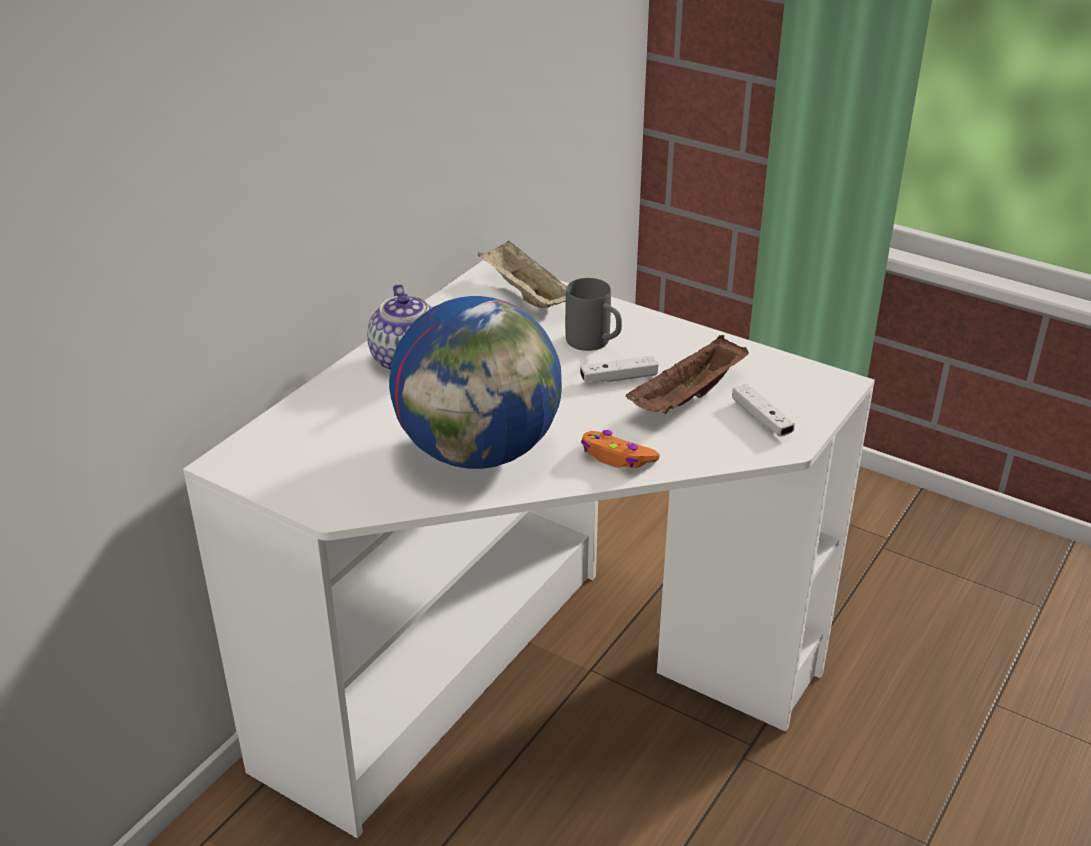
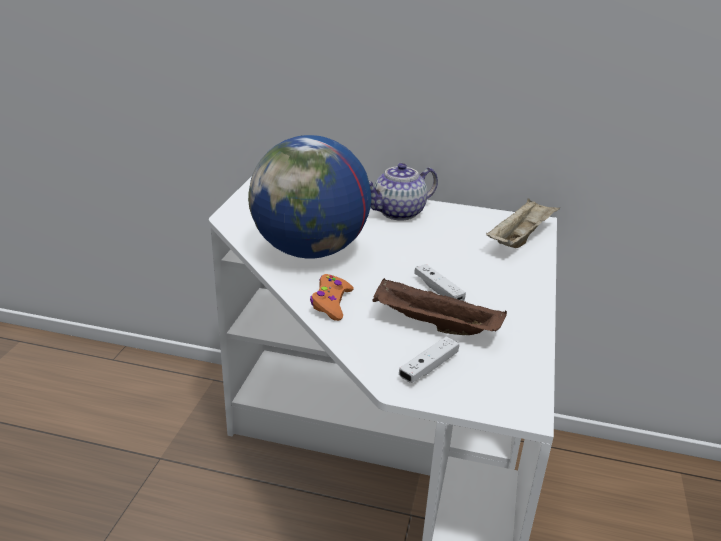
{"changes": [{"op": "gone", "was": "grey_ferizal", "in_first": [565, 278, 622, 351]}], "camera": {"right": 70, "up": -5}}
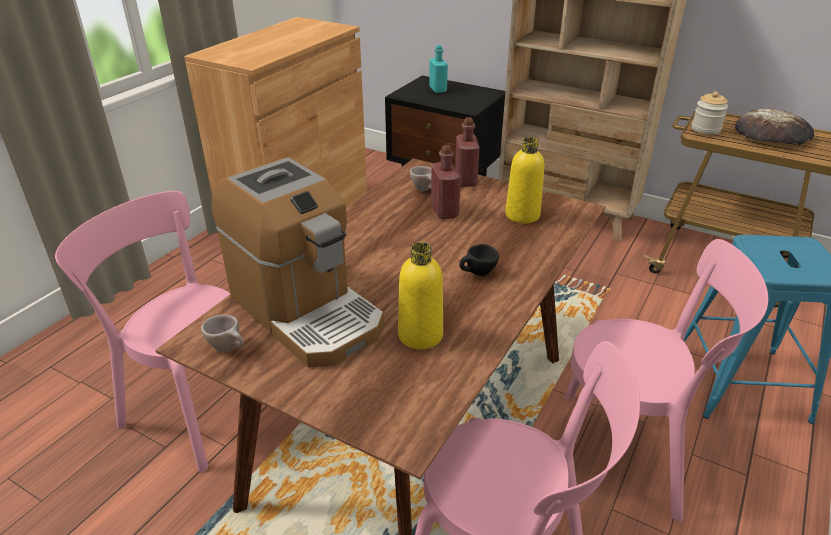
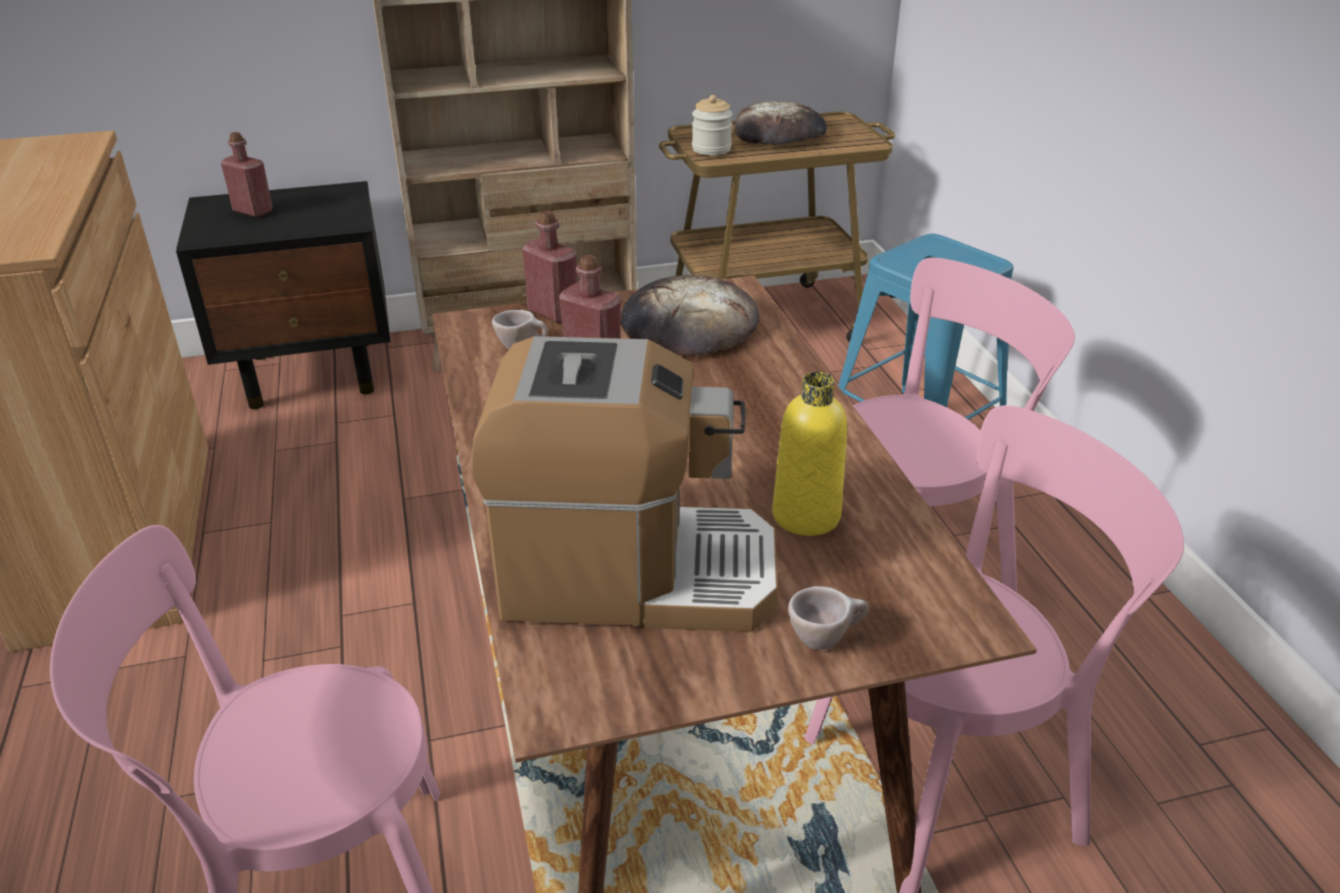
{"changes": [{"op": "shifted", "was": "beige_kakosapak", "in_first": [201, 315, 244, 352], "in_second": [788, 586, 869, 650]}, {"op": "repainted", "was": "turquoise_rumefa", "now": "red_rumefa", "in_first": [429, 45, 448, 93], "in_second": [221, 132, 273, 217]}, {"op": "gone", "was": "black_kakosapak", "in_first": [459, 244, 499, 276]}, {"op": "swapped", "was": "yellow_rumefa", "now": "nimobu", "in_first": [505, 137, 544, 223], "in_second": [621, 275, 759, 356]}], "camera": {"right": -45, "up": 0}}
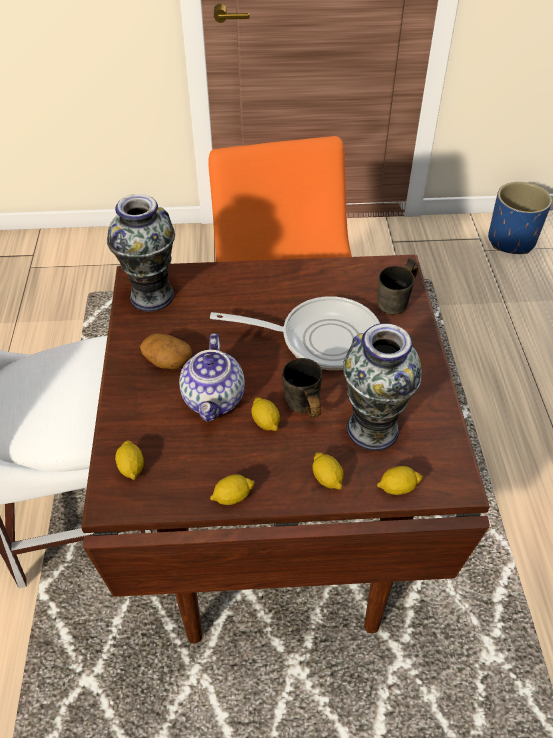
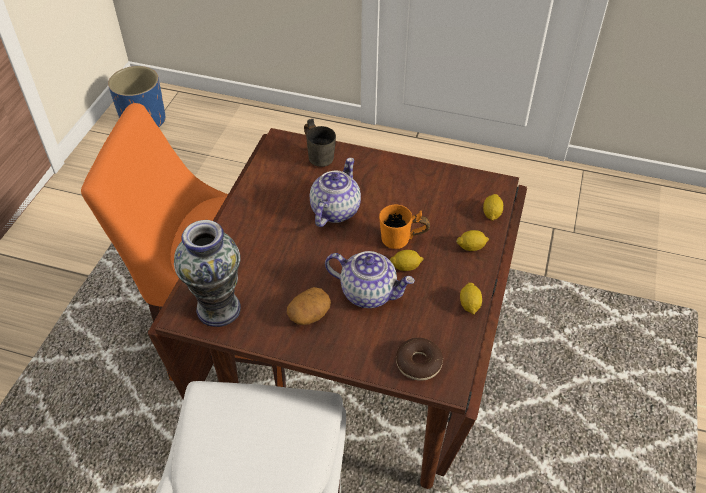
{"changes": [{"op": "swapped", "was": "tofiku", "now": "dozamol", "in_first": [115, 440, 144, 480], "in_second": [396, 338, 443, 381]}, {"op": "swapped", "was": "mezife", "now": "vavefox", "in_first": [210, 296, 380, 370], "in_second": [310, 158, 361, 227]}, {"op": "repainted", "was": "grey_ferizal", "now": "orange_ferizal", "in_first": [282, 358, 322, 418], "in_second": [379, 204, 430, 249]}, {"op": "gone", "was": "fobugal", "in_first": [343, 323, 422, 451]}], "camera": {"right": -70, "up": 0}}
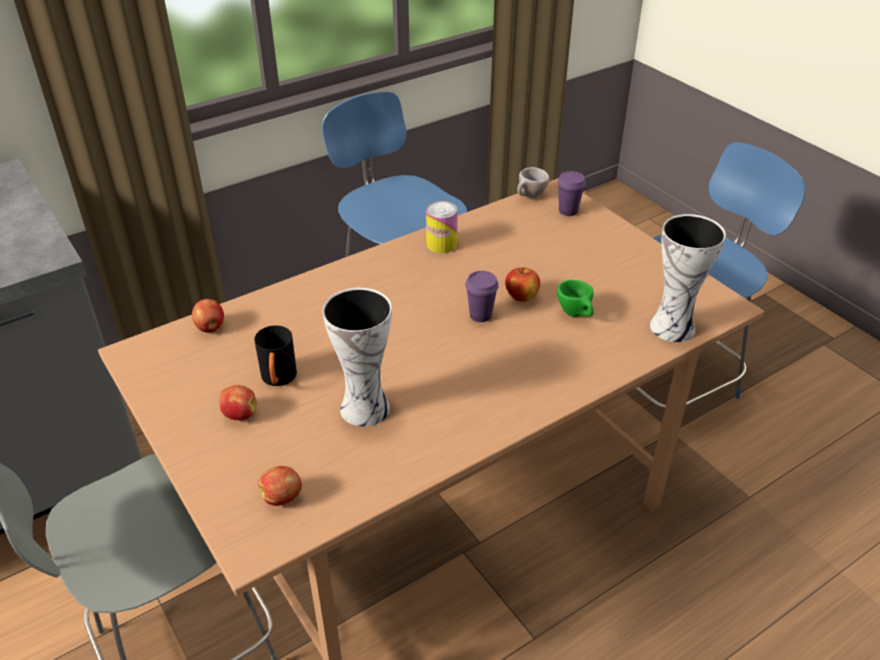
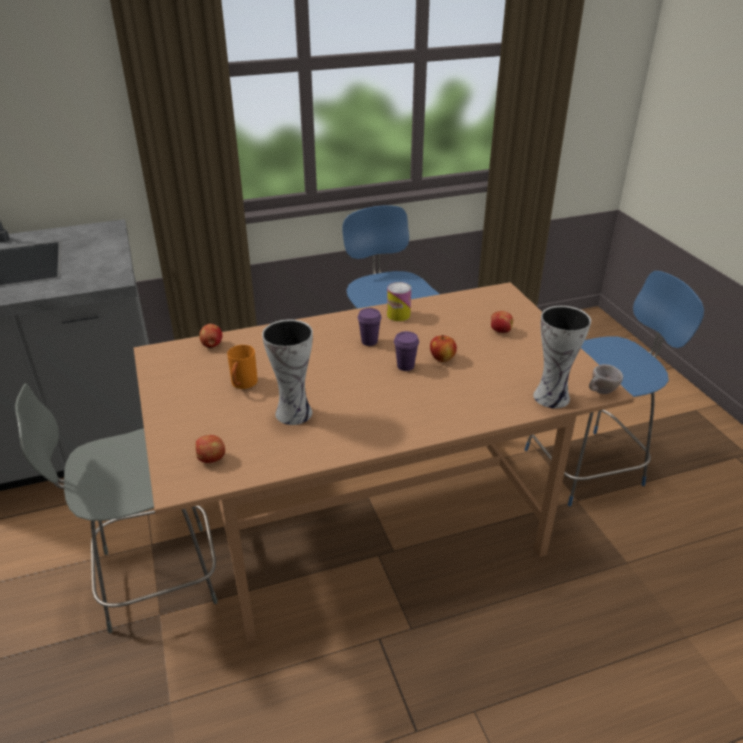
{"changes": [{"op": "shifted", "was": "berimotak", "in_first": [219, 385, 256, 420], "in_second": [491, 311, 513, 333]}, {"op": "repainted", "was": "black_ferizal", "now": "orange_ferizal", "in_first": [254, 325, 297, 386], "in_second": [227, 345, 258, 389]}, {"op": "shifted", "was": "beige_kakosapak", "in_first": [517, 167, 549, 198], "in_second": [589, 364, 623, 394]}, {"op": "shifted", "was": "purple_kakosapak", "in_first": [557, 171, 586, 216], "in_second": [358, 308, 382, 346]}, {"op": "gone", "was": "green_kakosapak", "in_first": [557, 280, 594, 317]}], "camera": {"right": 15, "up": -5}}
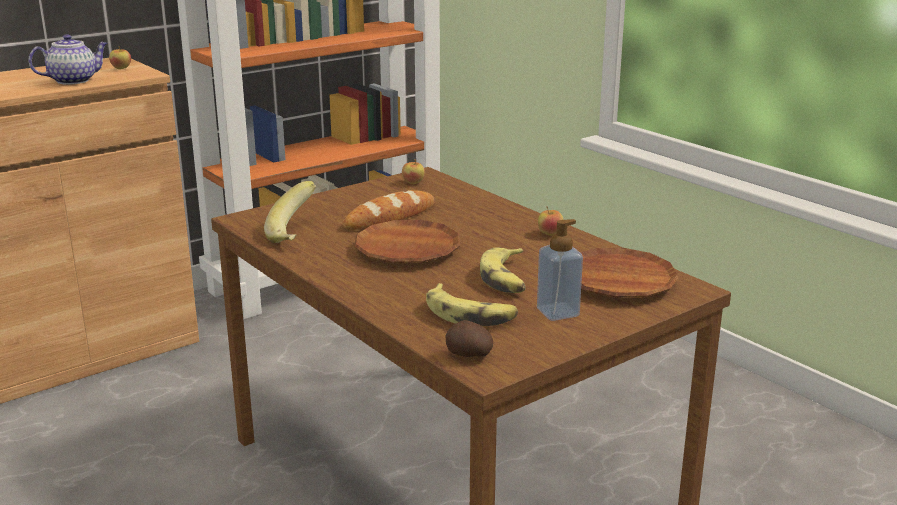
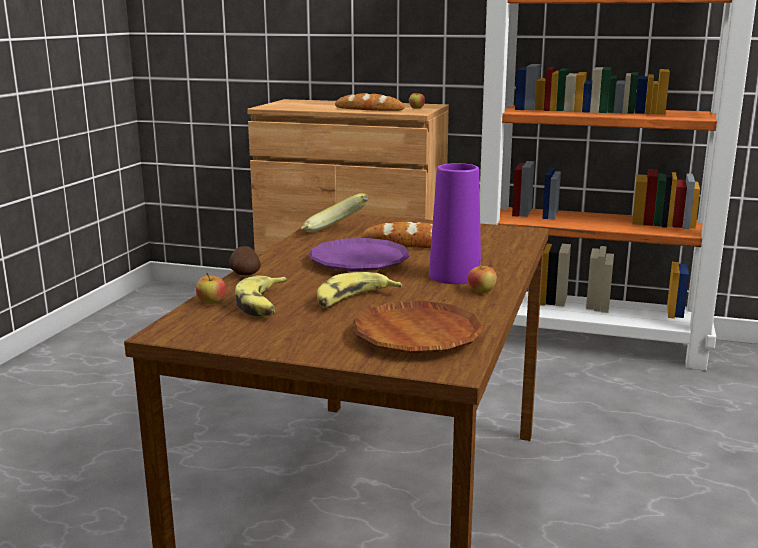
{"changes": [{"op": "swapped", "was": "vavefox", "now": "nimobu", "in_first": [29, 34, 108, 85], "in_second": [335, 93, 405, 111]}, {"op": "repainted", "was": "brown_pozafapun", "now": "purple_pozafapun", "in_first": [354, 220, 460, 264], "in_second": [310, 238, 410, 271]}, {"op": "shifted", "was": "berimotak", "in_first": [402, 159, 425, 184], "in_second": [196, 273, 226, 304]}, {"op": "shifted", "was": "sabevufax", "in_first": [445, 320, 493, 357], "in_second": [229, 246, 261, 275]}, {"op": "gone", "was": "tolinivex", "in_first": [537, 219, 583, 321]}, {"op": "new", "now": "purple_fobugal", "in_second": [429, 163, 481, 284]}], "camera": {"right": 55, "up": -5}}
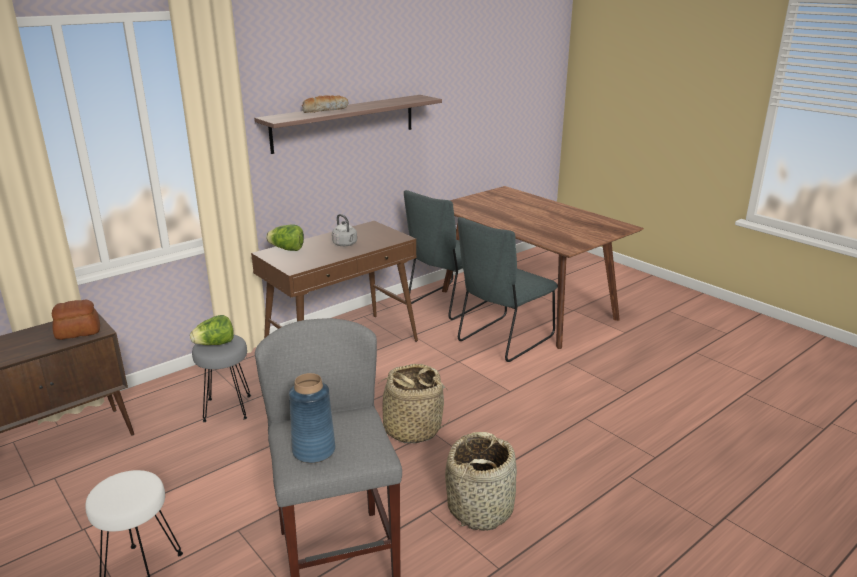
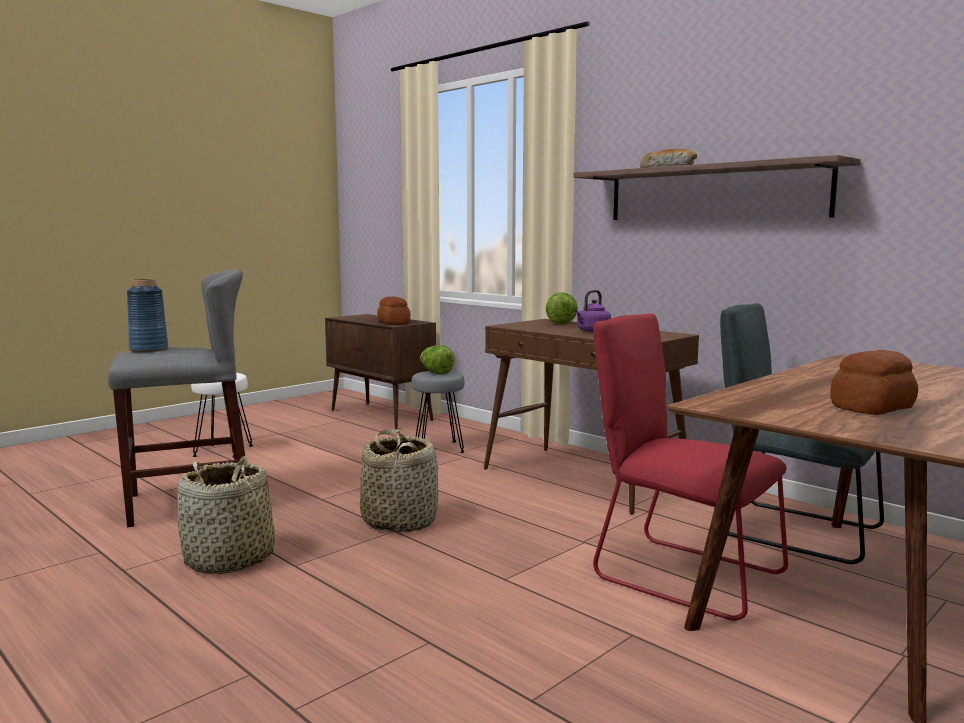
{"changes": [{"op": "repainted", "was": "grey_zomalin", "now": "purple_zomalin", "in_first": [332, 214, 357, 246], "in_second": [575, 290, 611, 332]}, {"op": "repainted", "was": "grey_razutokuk", "now": "red_razutokuk", "in_first": [458, 217, 558, 362], "in_second": [593, 313, 788, 621]}, {"op": "new", "now": "nimobu", "in_second": [830, 350, 918, 415]}], "camera": {"right": 85, "up": -15}}
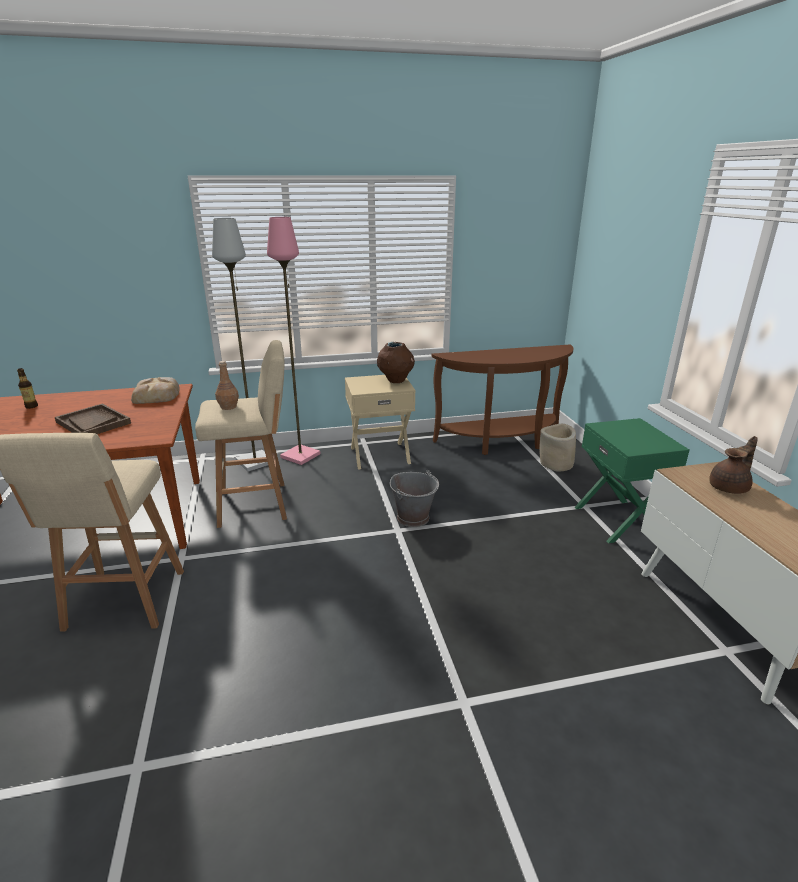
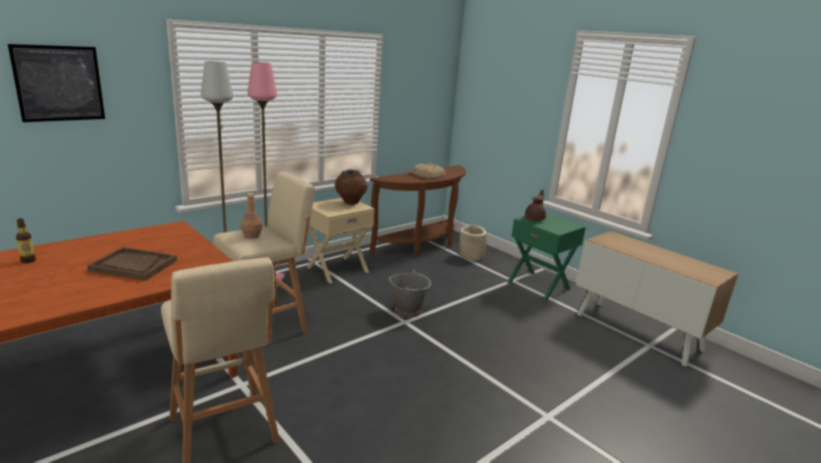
{"changes": [{"op": "shifted", "was": "nimobu", "in_first": [131, 377, 179, 404], "in_second": [411, 163, 446, 179]}, {"op": "shifted", "was": "brown_vavefox", "in_first": [709, 436, 758, 494], "in_second": [525, 189, 546, 221]}, {"op": "new", "now": "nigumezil", "in_second": [8, 44, 105, 122]}], "camera": {"right": -30, "up": -5}}
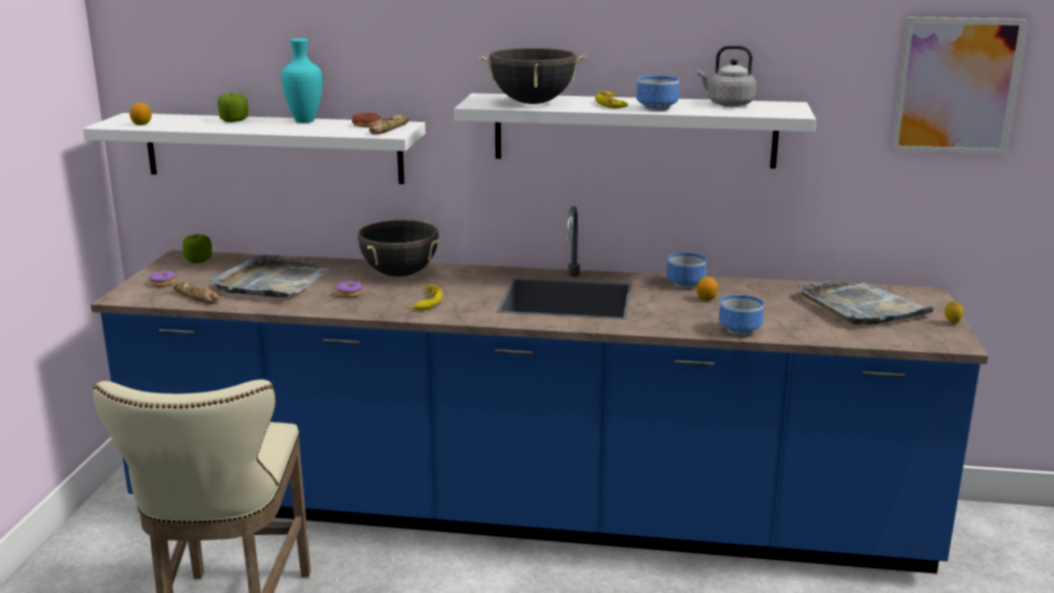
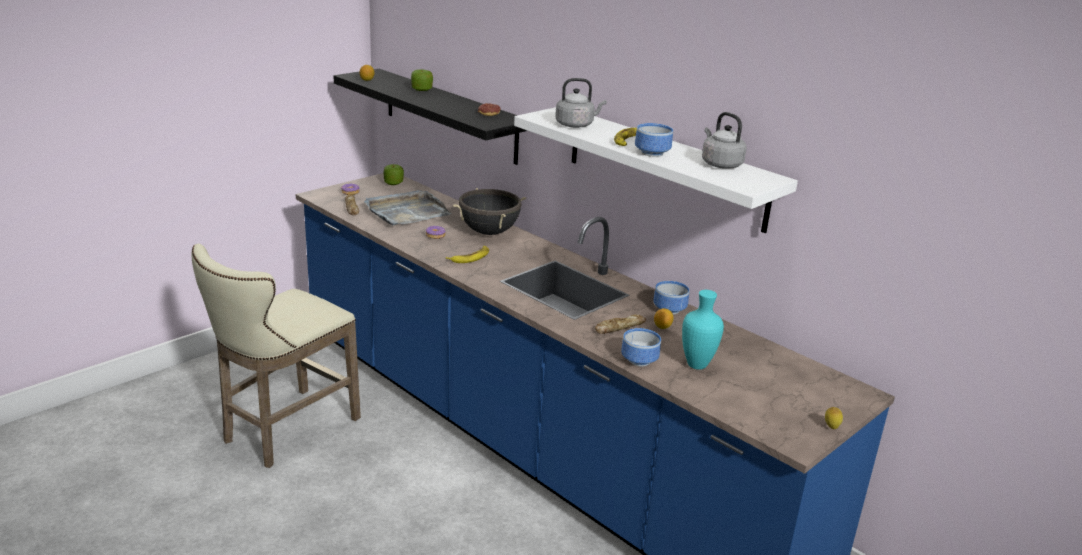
{"changes": [{"op": "repainted", "was": "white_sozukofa", "now": "black_sozukofa", "in_first": [83, 113, 425, 184], "in_second": [333, 69, 527, 165]}, {"op": "shifted", "was": "turquoise_fobugal", "in_first": [281, 38, 322, 123], "in_second": [682, 290, 724, 370]}, {"op": "shifted", "was": "nimobu", "in_first": [369, 114, 410, 134], "in_second": [595, 314, 646, 334]}, {"op": "swapped", "was": "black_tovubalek", "now": "grey_zomalin", "in_first": [479, 48, 587, 104], "in_second": [555, 78, 607, 128]}, {"op": "gone", "was": "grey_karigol", "in_first": [798, 280, 938, 325]}, {"op": "gone", "was": "nigumezil", "in_first": [891, 17, 1027, 155]}], "camera": {"right": 35, "up": 5}}
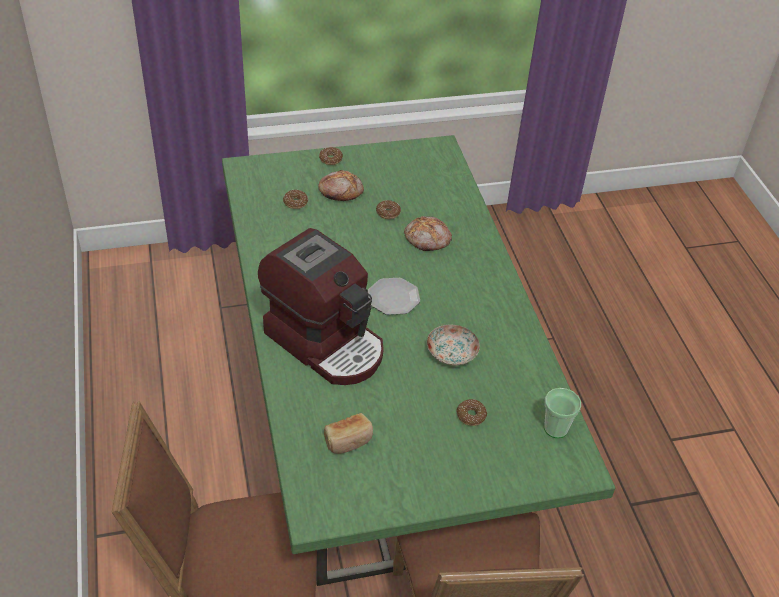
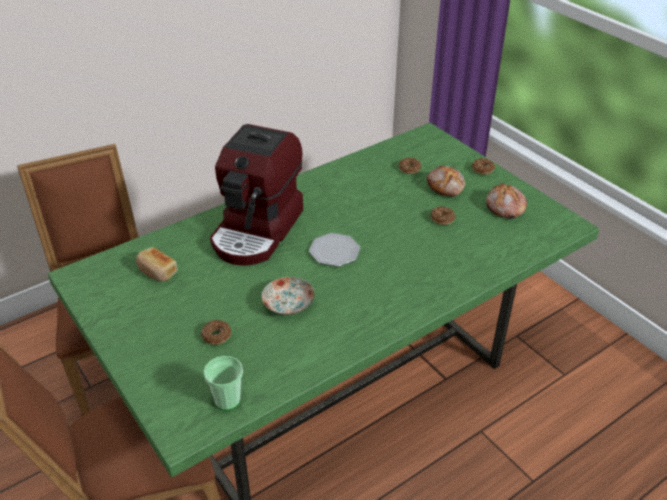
{"changes": [{"op": "shifted", "was": "nimobu", "in_first": [404, 216, 452, 251], "in_second": [486, 183, 527, 219]}], "camera": {"right": 70, "up": -5}}
